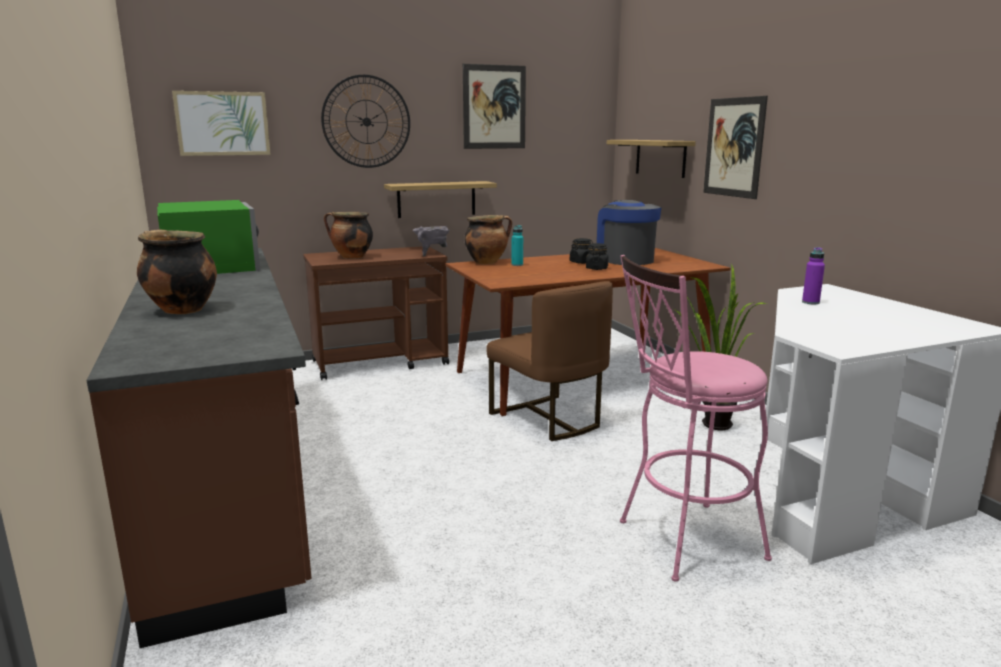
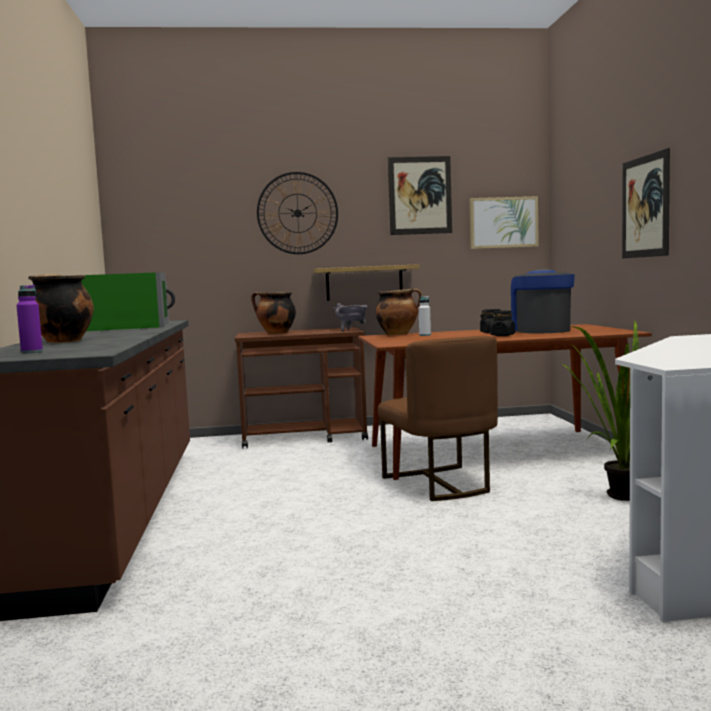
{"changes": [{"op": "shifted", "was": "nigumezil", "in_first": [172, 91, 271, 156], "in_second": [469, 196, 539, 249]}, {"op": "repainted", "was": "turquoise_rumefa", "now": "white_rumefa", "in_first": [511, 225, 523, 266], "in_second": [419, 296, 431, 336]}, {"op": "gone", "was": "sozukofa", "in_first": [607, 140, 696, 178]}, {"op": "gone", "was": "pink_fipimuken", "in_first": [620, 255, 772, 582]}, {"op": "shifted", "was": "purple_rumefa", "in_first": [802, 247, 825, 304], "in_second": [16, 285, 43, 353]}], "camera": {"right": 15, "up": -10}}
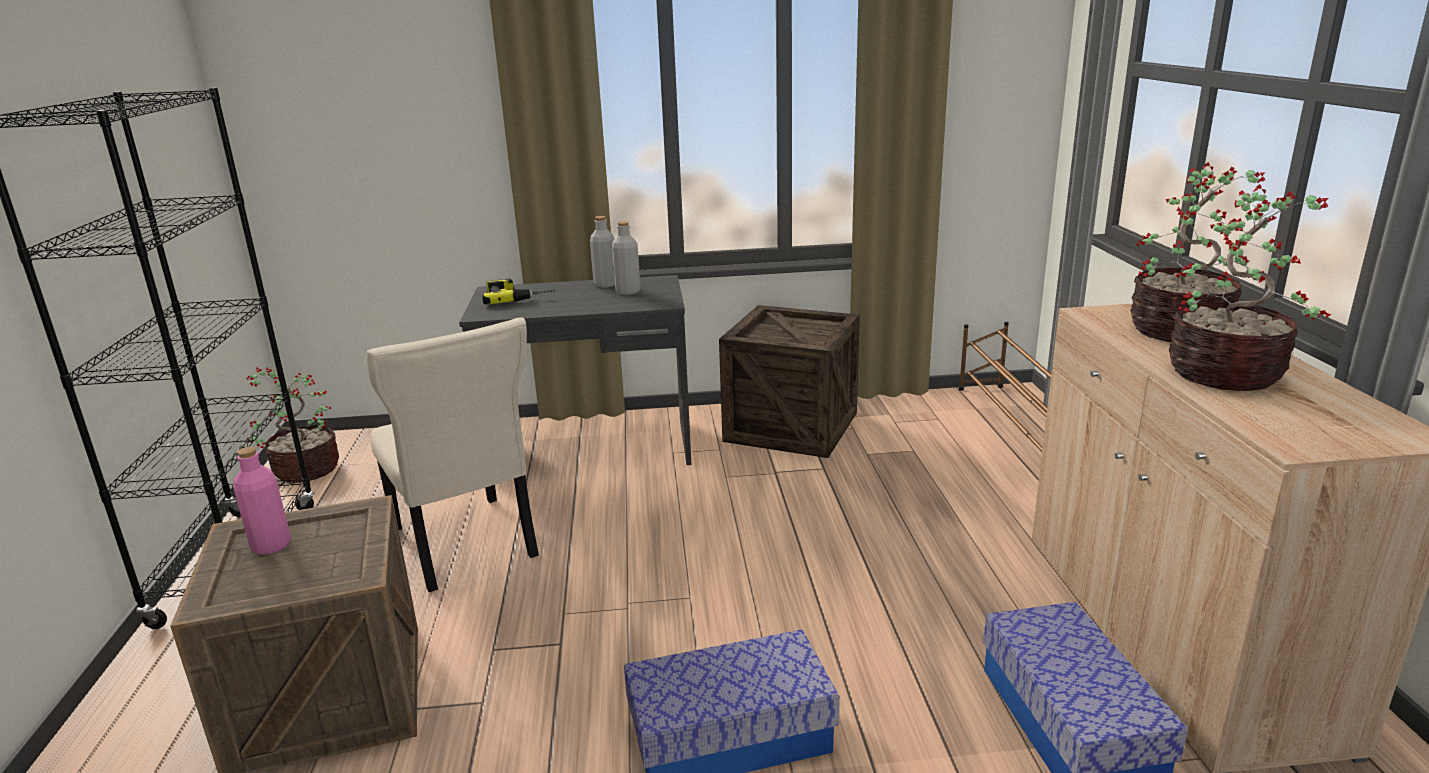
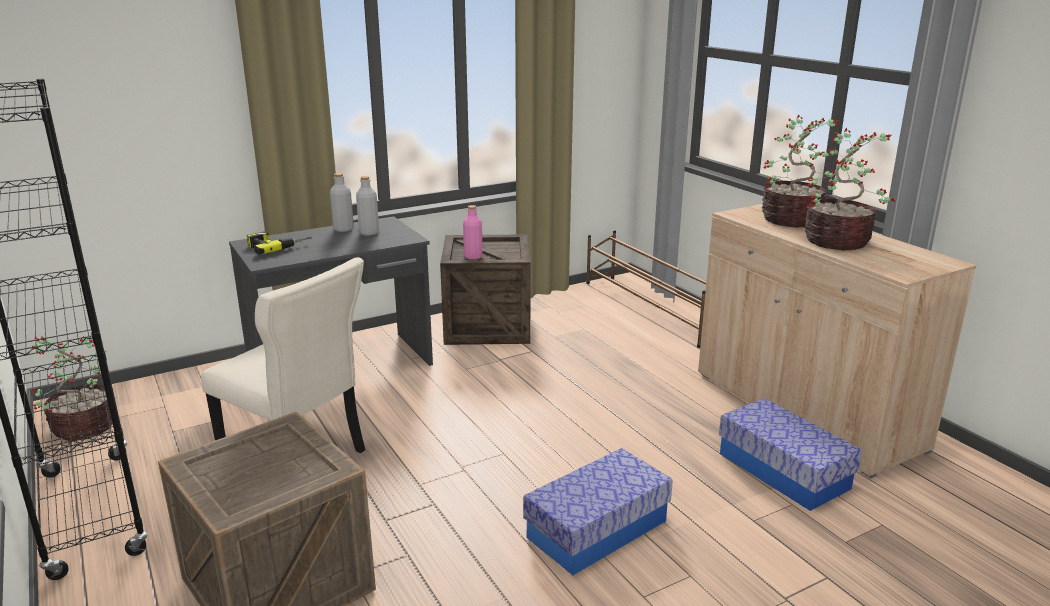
{"changes": [{"op": "shifted", "was": "pink_rumefa", "in_first": [233, 447, 291, 555], "in_second": [463, 205, 483, 260]}], "camera": {"right": -25, "up": 0}}
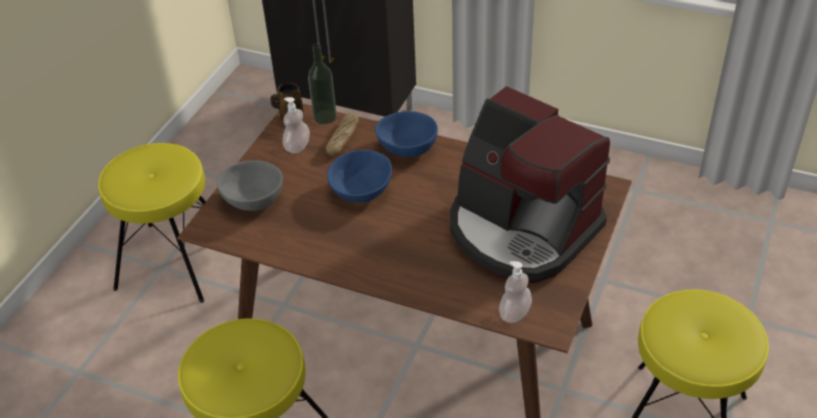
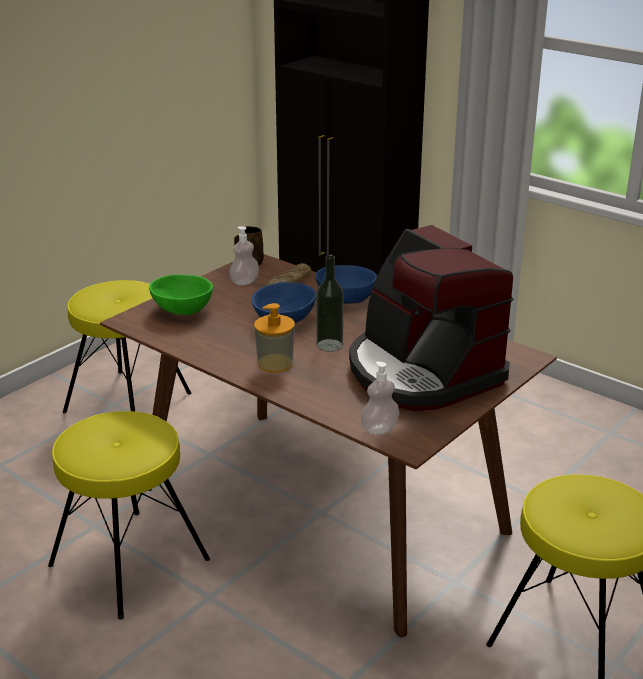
{"changes": [{"op": "repainted", "was": "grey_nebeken", "now": "green_nebeken", "in_first": [217, 161, 283, 211], "in_second": [149, 274, 213, 315]}, {"op": "shifted", "was": "rumefa", "in_first": [308, 43, 337, 124], "in_second": [316, 255, 344, 352]}, {"op": "new", "now": "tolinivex", "in_second": [254, 303, 295, 373]}], "camera": {"right": 15, "up": -15}}
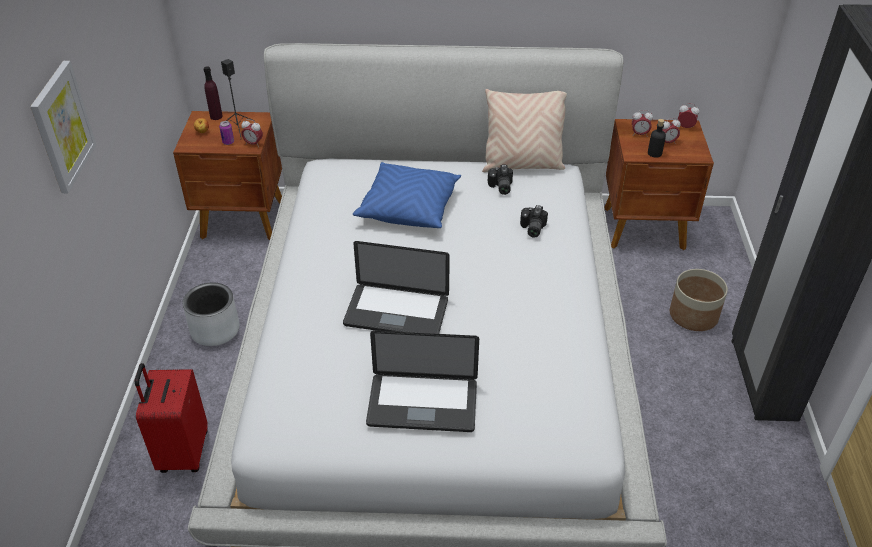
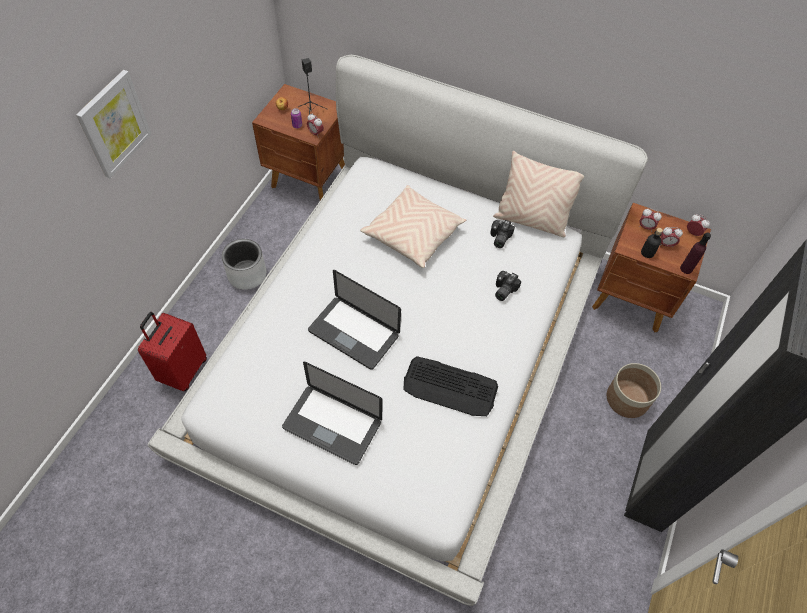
{"changes": [{"op": "shifted", "was": "purple_rumefa", "in_first": [204, 66, 223, 120], "in_second": [680, 233, 711, 274]}, {"op": "repainted", "was": "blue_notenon", "now": "beige_notenon", "in_first": [353, 162, 461, 228], "in_second": [360, 185, 466, 268]}, {"op": "new", "now": "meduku", "in_second": [403, 356, 498, 416]}], "camera": {"right": 20, "up": 15}}
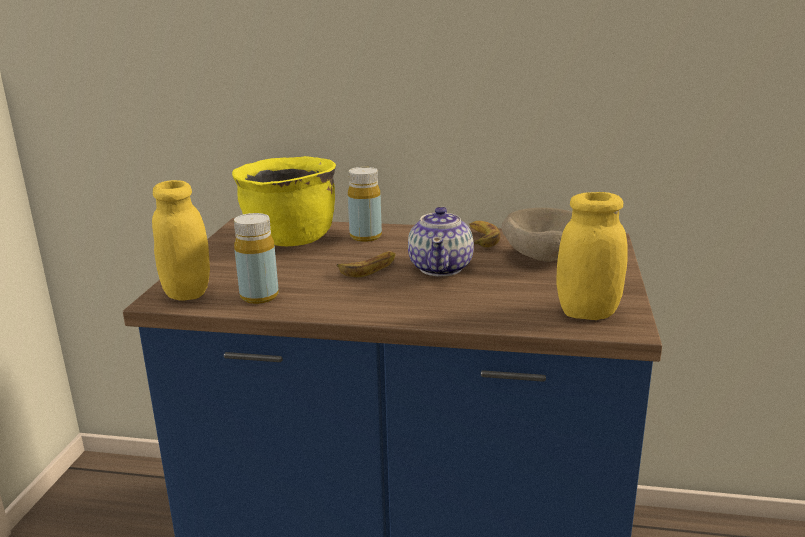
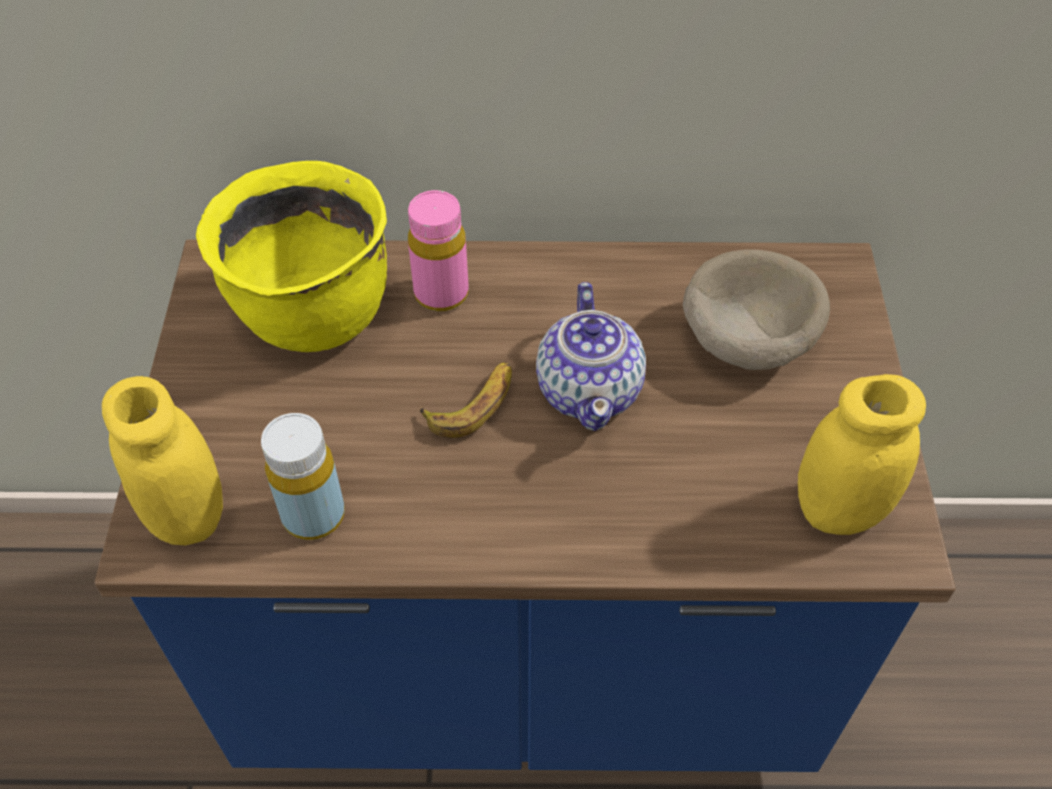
{"changes": [{"op": "repainted", "was": "yellow_rumefa", "now": "pink_rumefa", "in_first": [348, 167, 382, 242], "in_second": [408, 190, 468, 311]}, {"op": "gone", "was": "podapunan", "in_first": [469, 221, 500, 248]}], "camera": {"right": -10, "up": 30}}
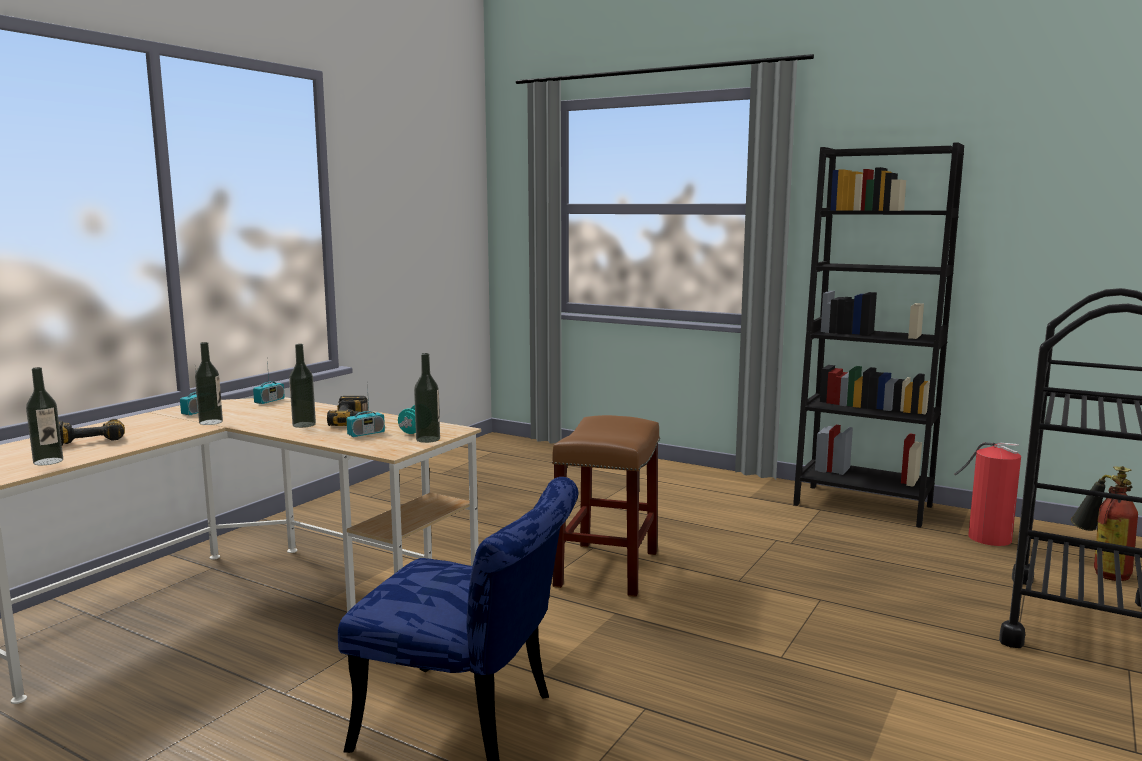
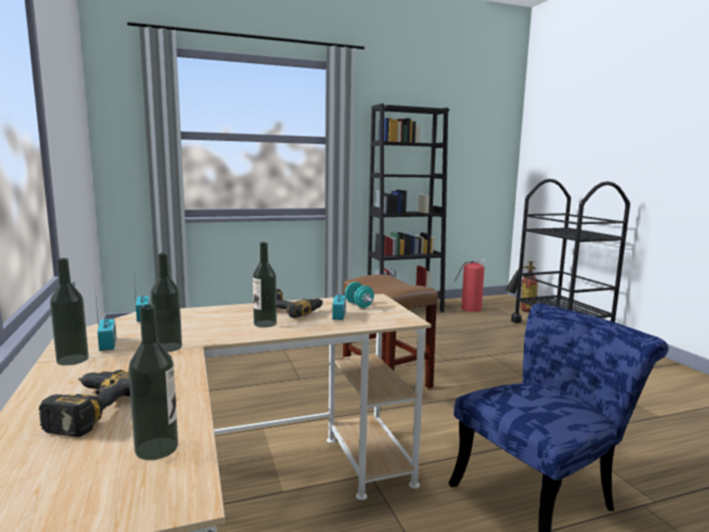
{"changes": [{"op": "shifted", "was": "rumefa", "in_first": [414, 353, 440, 443], "in_second": [50, 258, 89, 365]}], "camera": {"right": -50, "up": 0}}
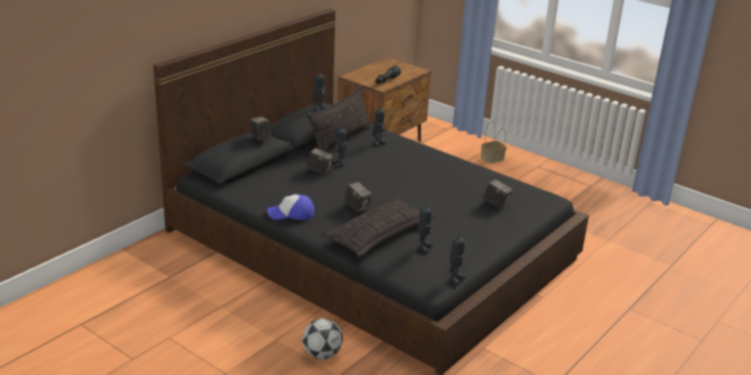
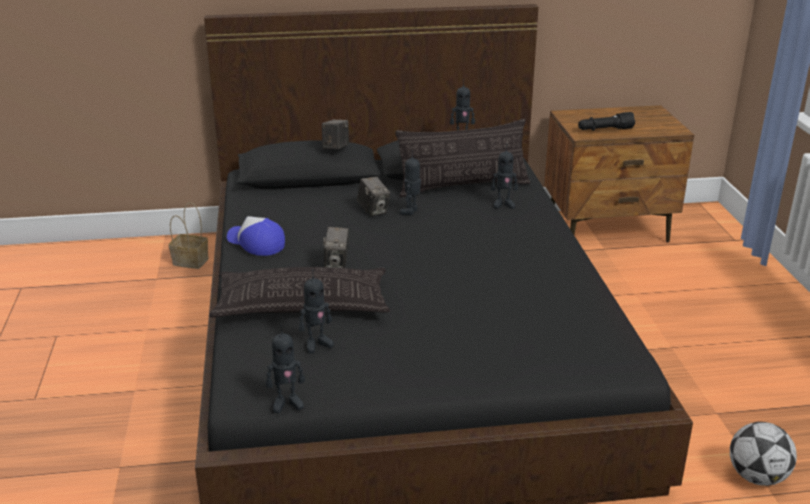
{"changes": [{"op": "shifted", "was": "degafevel", "in_first": [302, 319, 343, 360], "in_second": [730, 422, 797, 486]}, {"op": "shifted", "was": "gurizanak", "in_first": [481, 121, 506, 164], "in_second": [169, 202, 209, 269]}, {"op": "gone", "was": "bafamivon", "in_first": [483, 179, 513, 209]}], "camera": {"right": 45, "up": 0}}
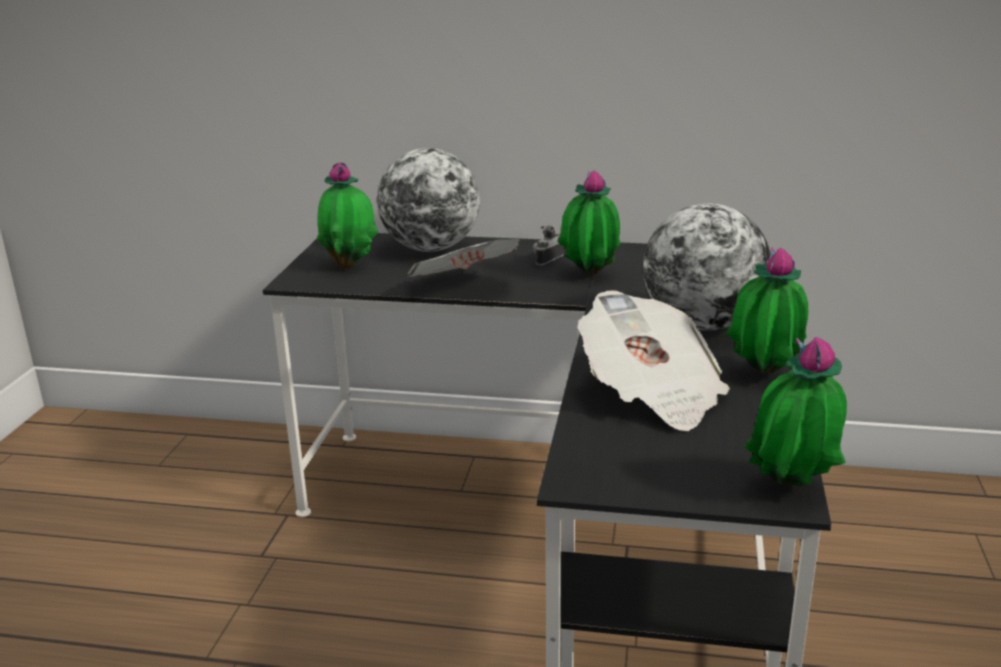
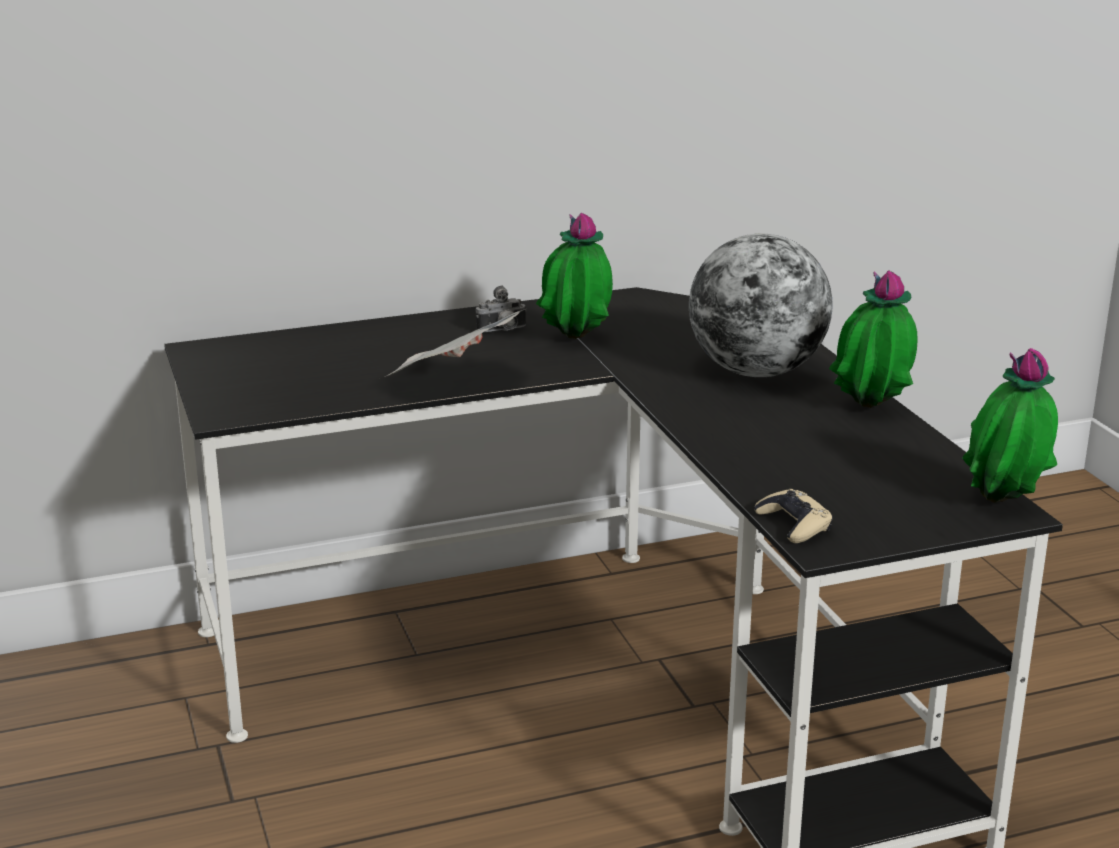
{"changes": [{"op": "gone", "was": "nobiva", "in_first": [317, 162, 378, 269]}, {"op": "gone", "was": "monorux", "in_first": [377, 148, 480, 252]}, {"op": "rotated", "was": "bafamivon", "in_first": [532, 225, 564, 266], "in_second": [476, 285, 527, 333], "clockwise": -120}, {"op": "gone", "was": "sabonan", "in_first": [578, 290, 730, 431]}, {"op": "new", "now": "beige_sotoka", "in_second": [754, 489, 833, 543]}], "camera": {"right": -30, "up": 0}}
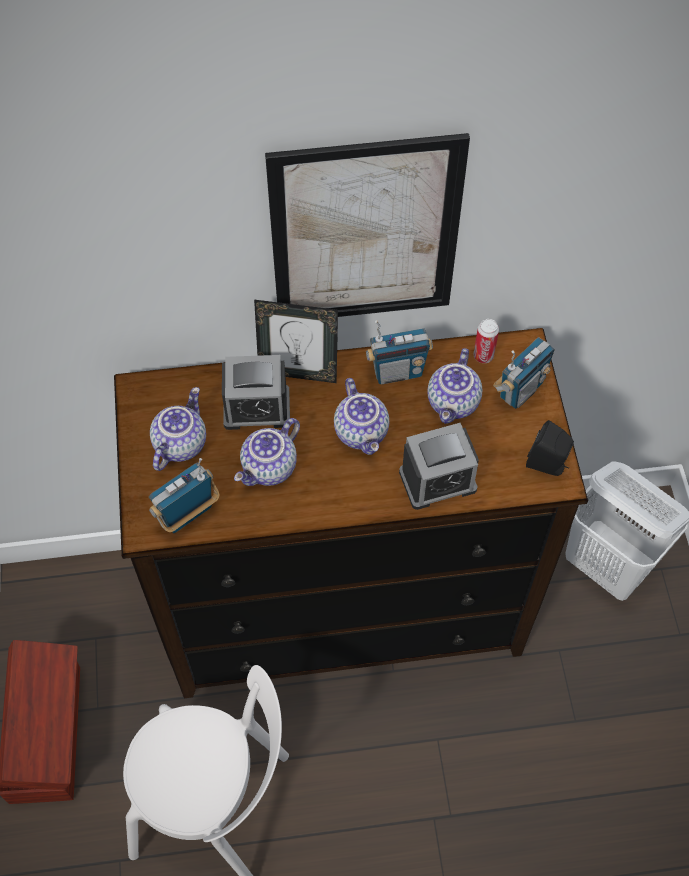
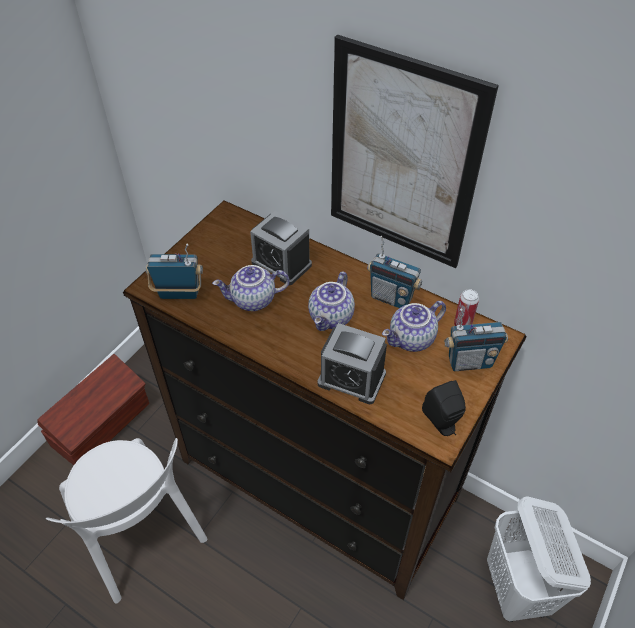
{"changes": [{"op": "gone", "was": "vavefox", "in_first": [150, 387, 206, 471]}, {"op": "gone", "was": "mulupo", "in_first": [254, 300, 338, 383]}], "camera": {"right": 40, "up": -10}}
